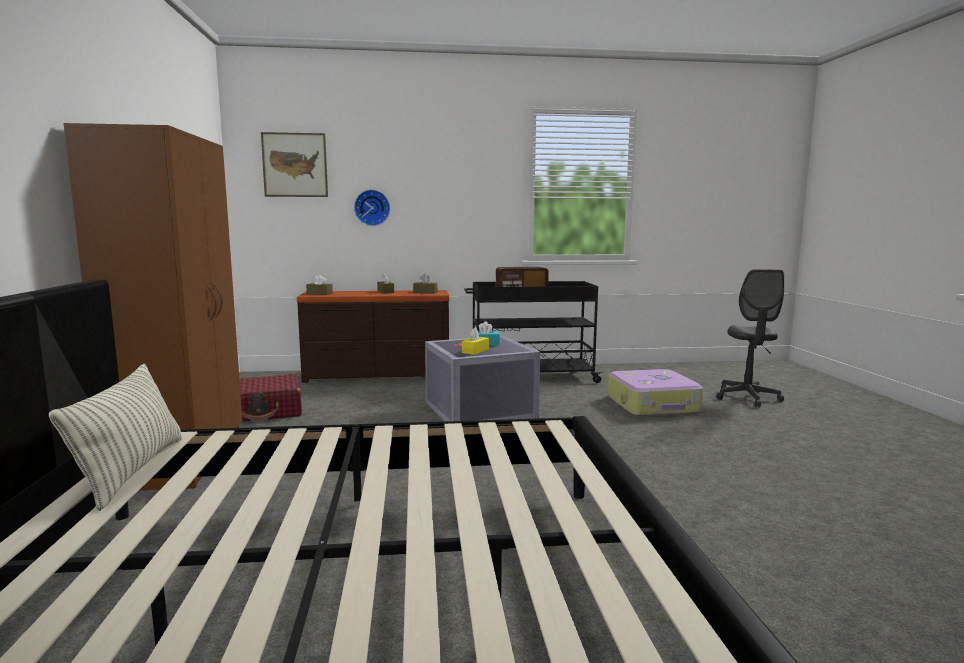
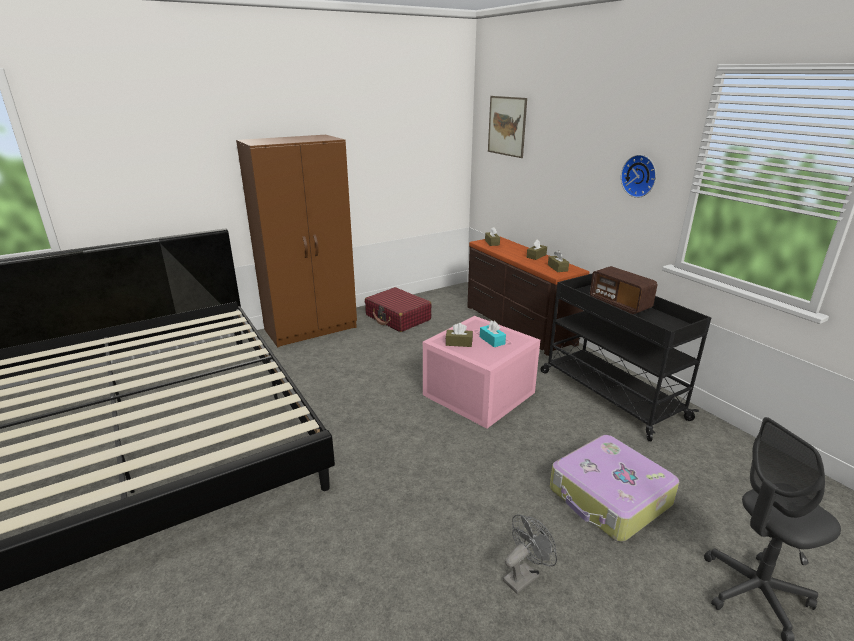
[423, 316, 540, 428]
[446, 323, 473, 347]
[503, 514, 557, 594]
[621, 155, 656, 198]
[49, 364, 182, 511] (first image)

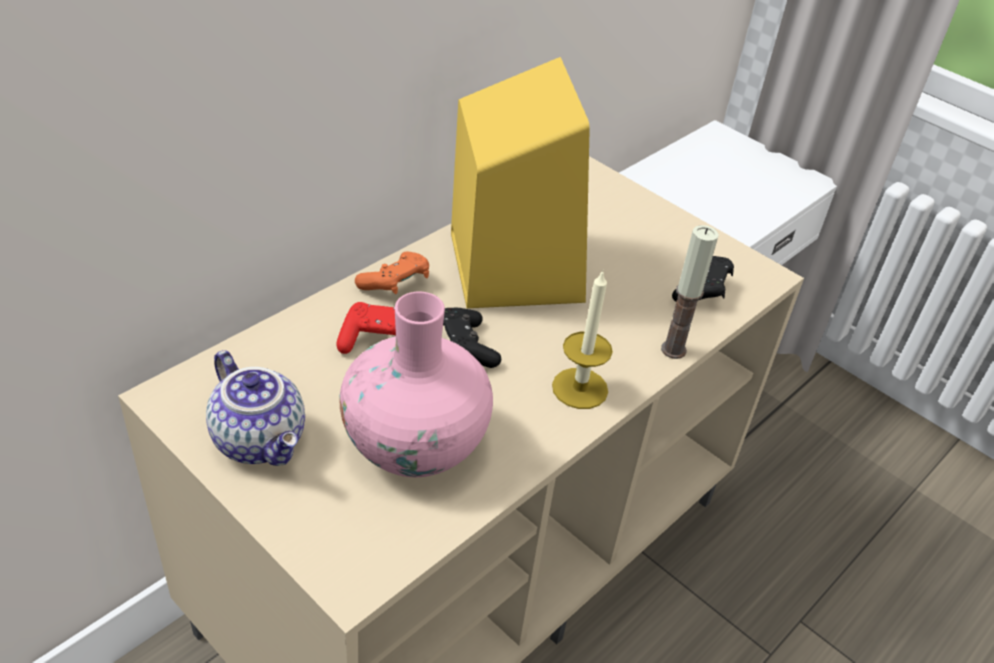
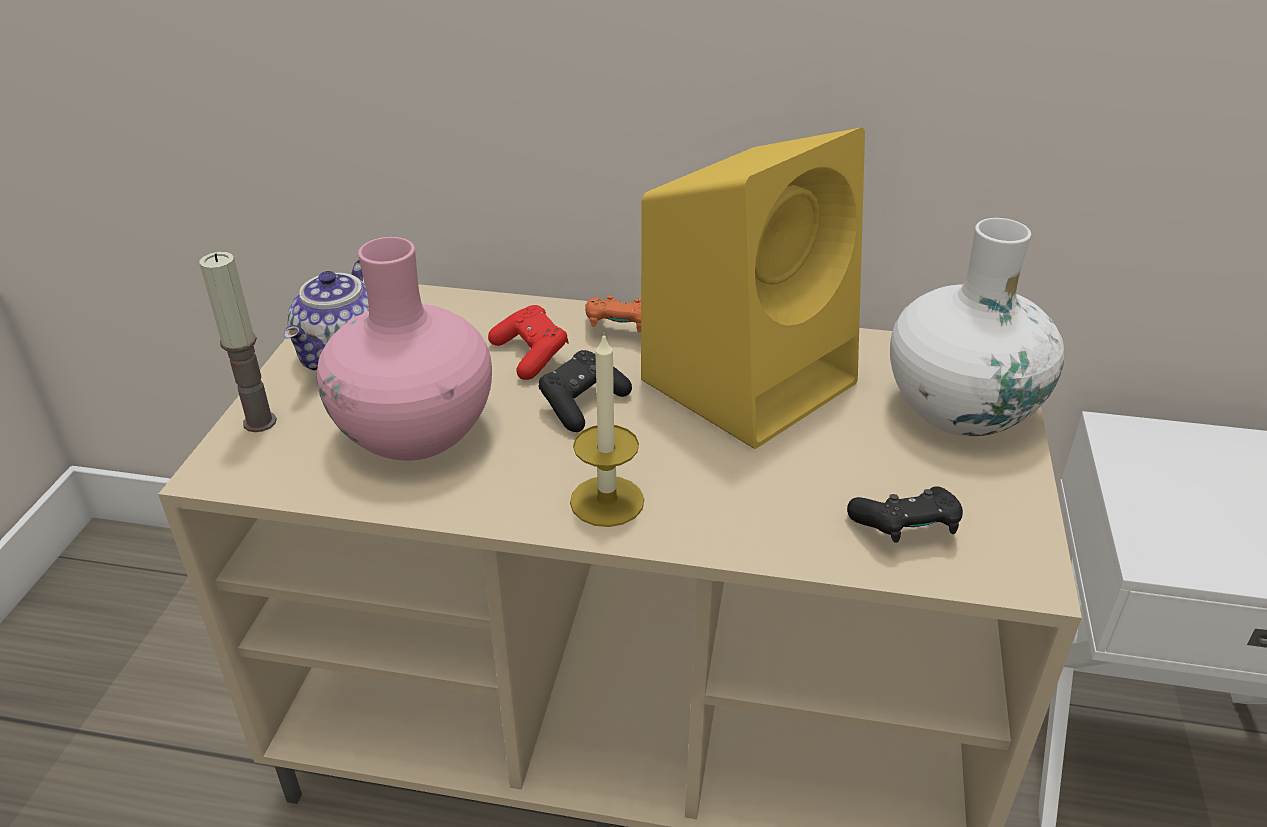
[200, 252, 277, 432]
[890, 218, 1064, 437]

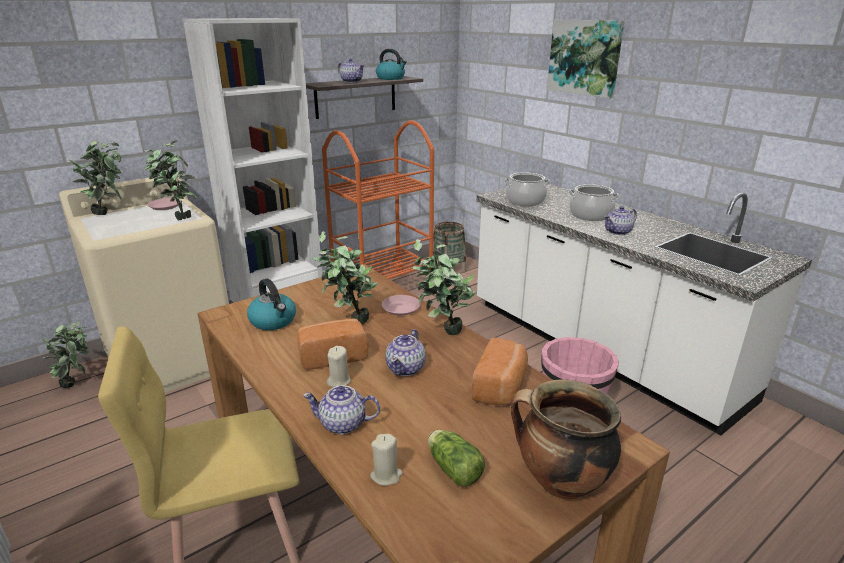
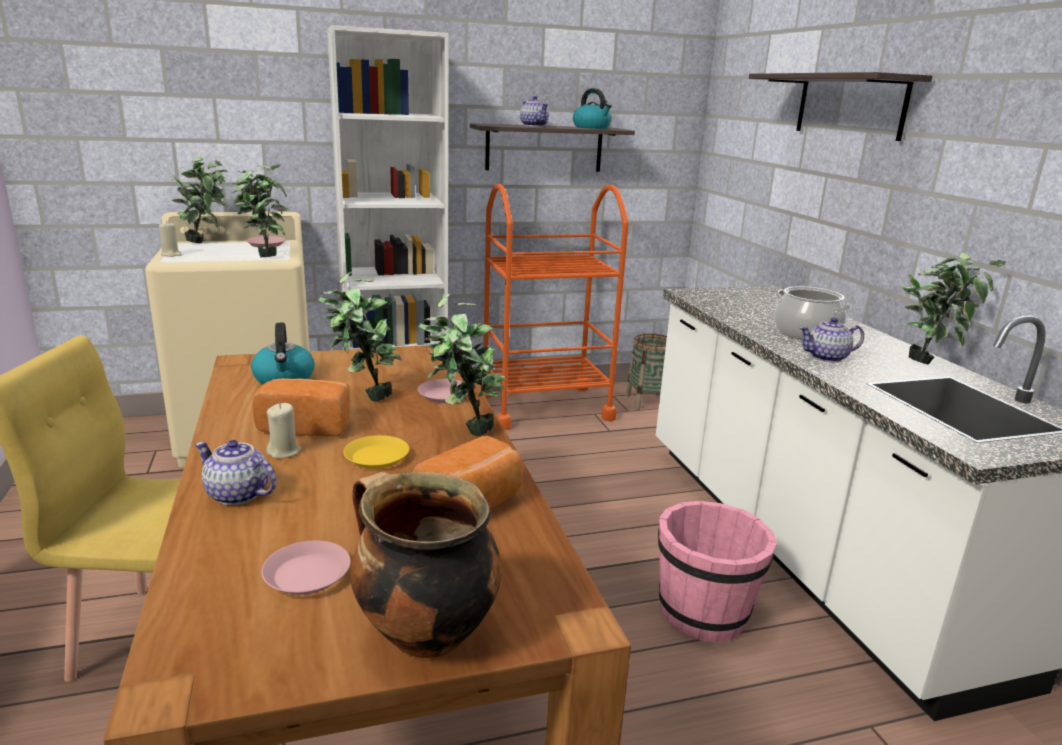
[159, 221, 182, 257]
[261, 541, 351, 595]
[343, 435, 409, 469]
[749, 72, 932, 141]
[902, 253, 1006, 365]
[504, 173, 550, 206] (first image)

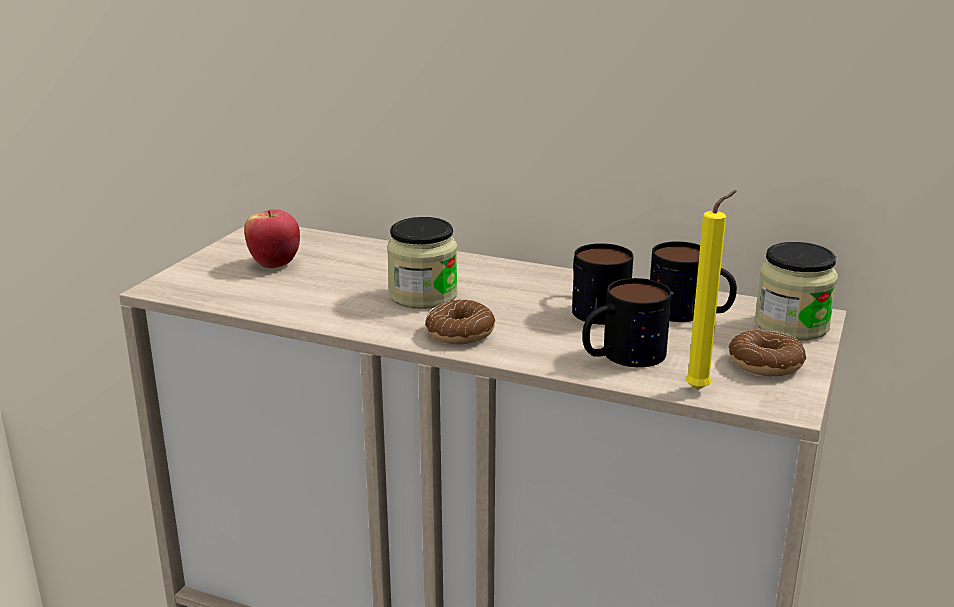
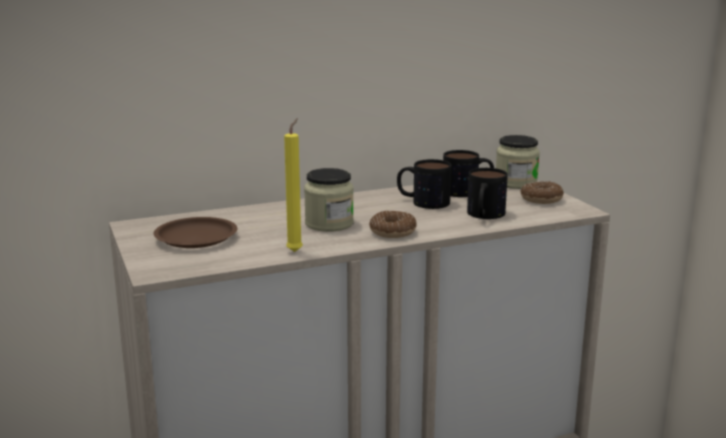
[154, 217, 237, 248]
[284, 118, 303, 252]

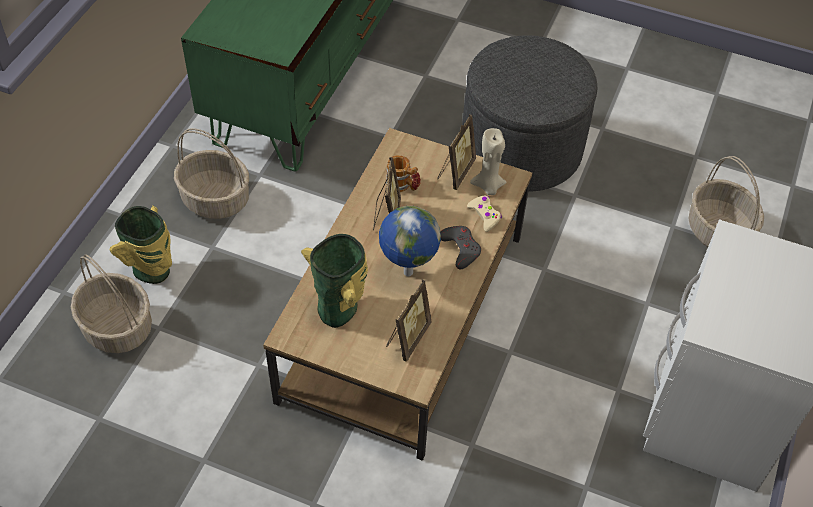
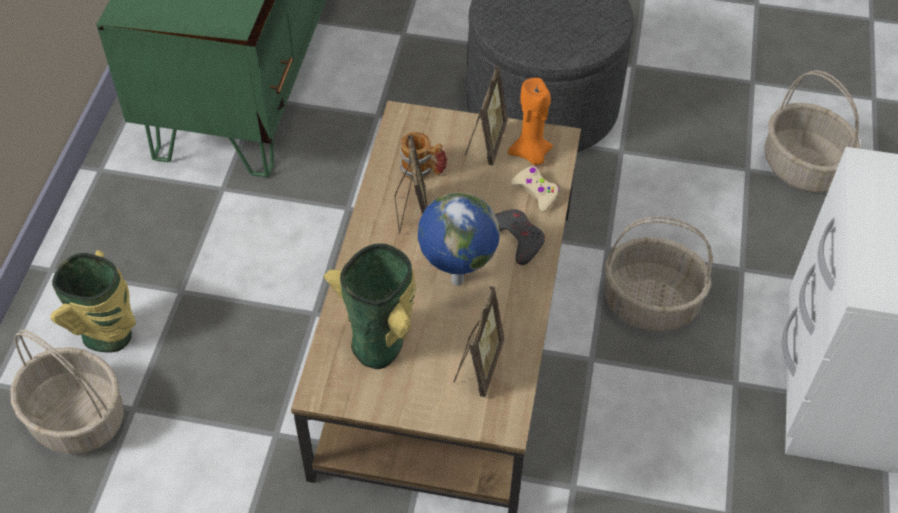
[508, 78, 553, 165]
[605, 216, 713, 331]

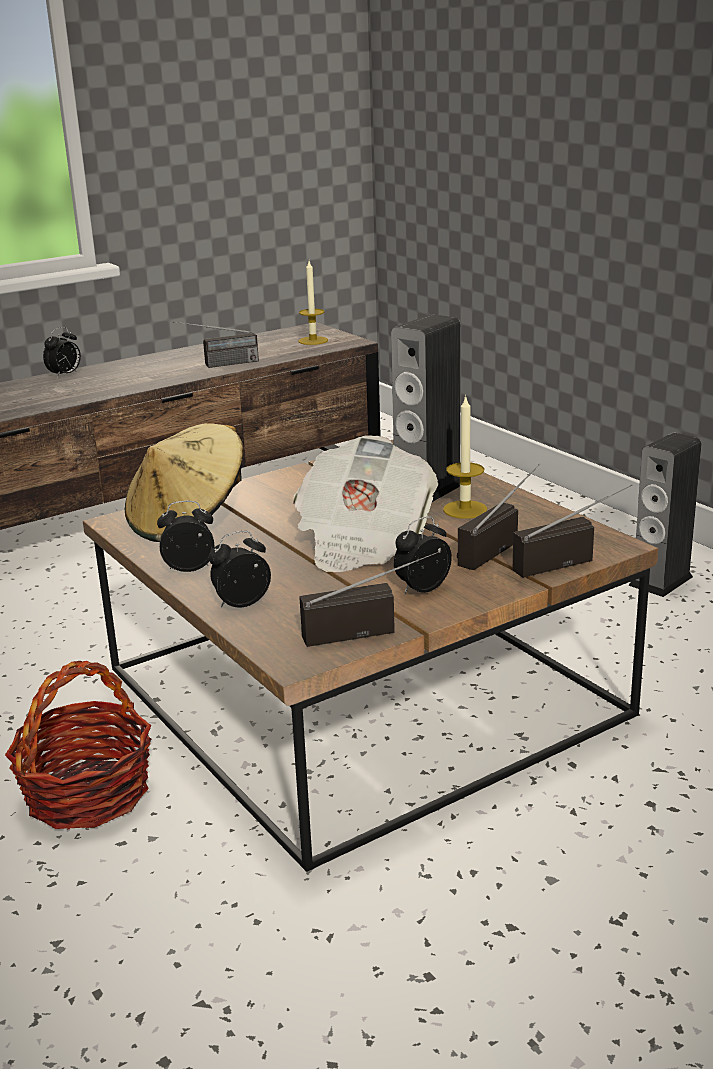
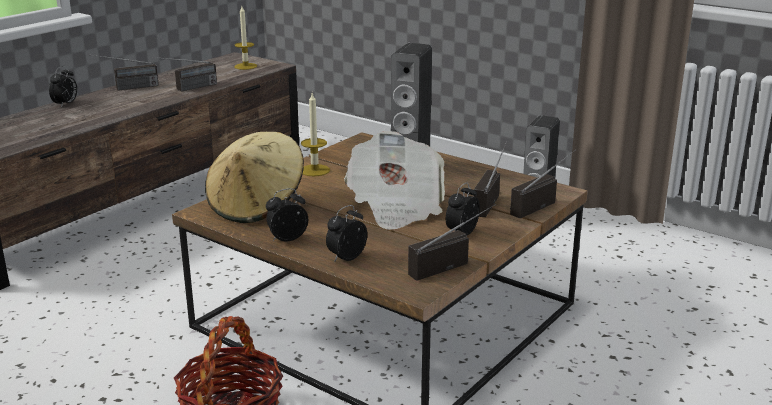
[93, 55, 159, 91]
[301, 93, 330, 176]

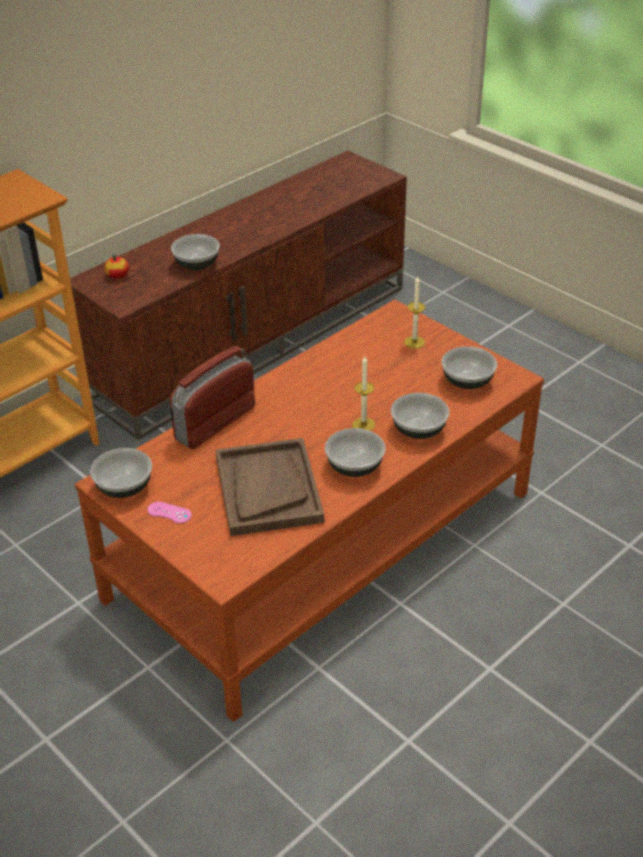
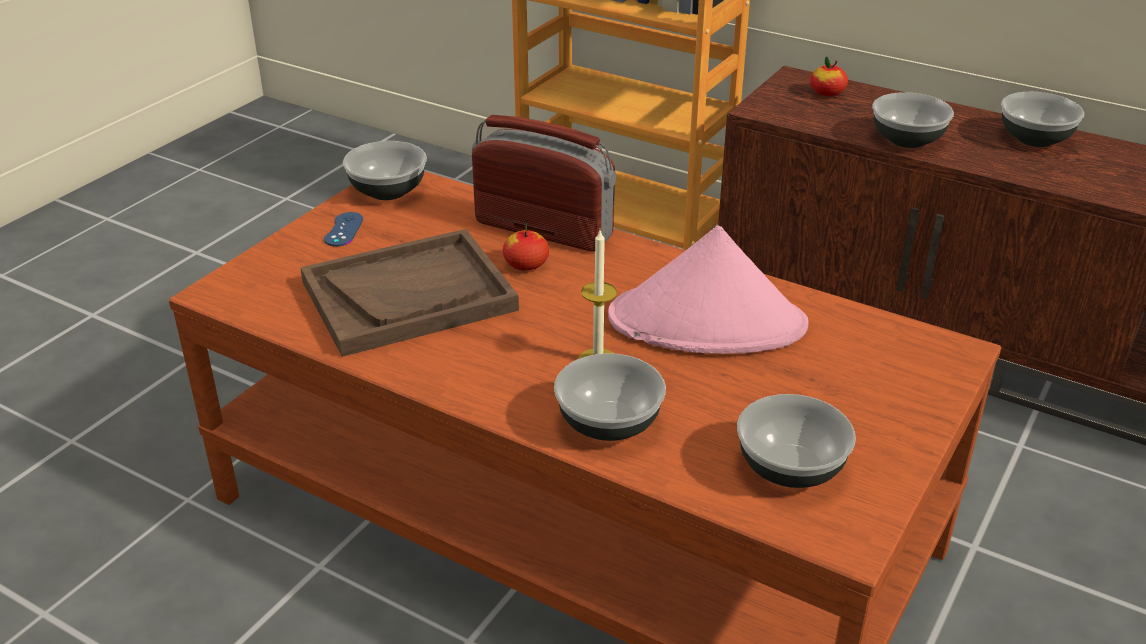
[324, 212, 363, 247]
[503, 219, 549, 270]
[608, 225, 808, 354]
[1001, 92, 1084, 147]
[404, 276, 425, 349] (first image)

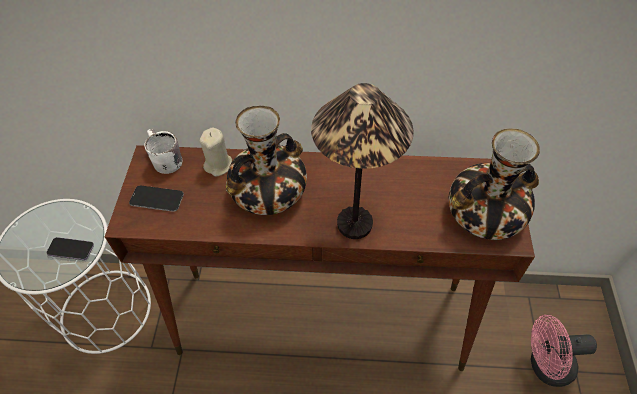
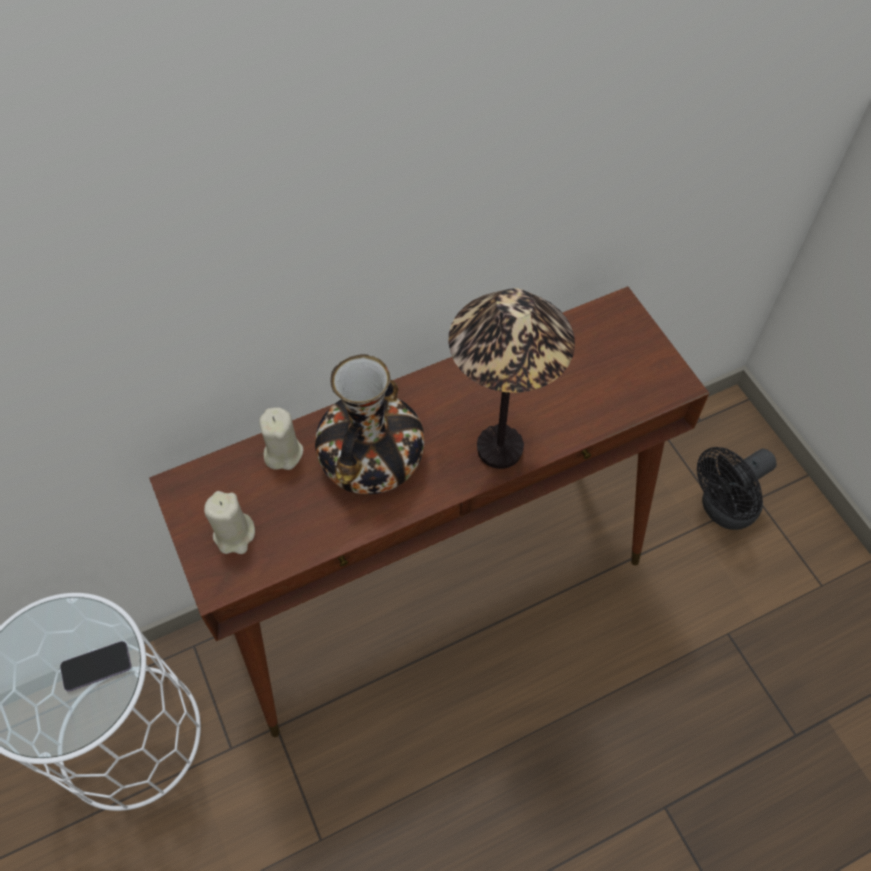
[204, 491, 255, 554]
[697, 447, 777, 530]
[144, 129, 183, 174] (first image)
[449, 128, 540, 240] (first image)

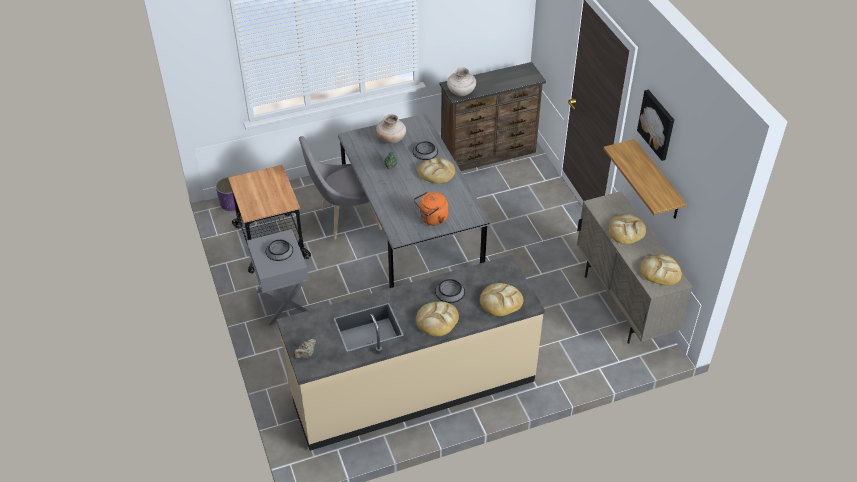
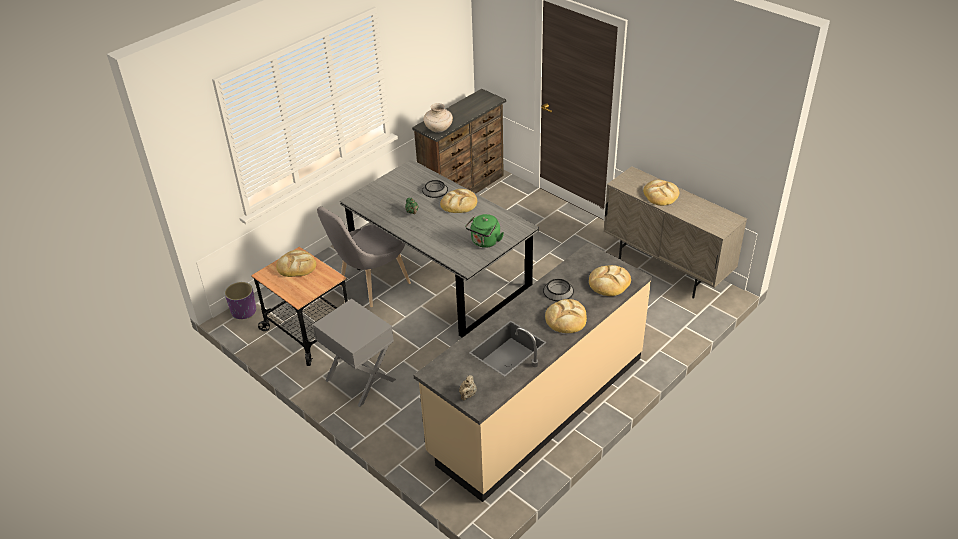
[276, 250, 316, 277]
[465, 214, 504, 248]
[266, 240, 293, 261] (first image)
[376, 114, 406, 144] (first image)
[603, 139, 687, 219] (first image)
[637, 90, 674, 161] (first image)

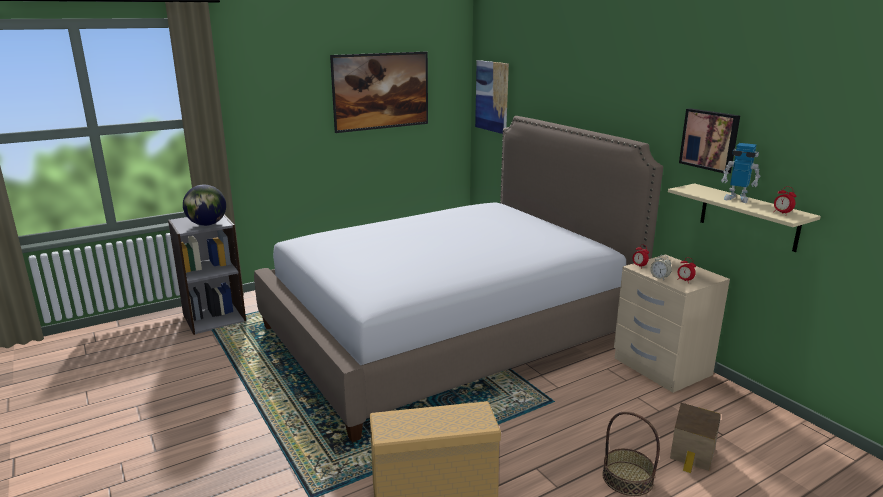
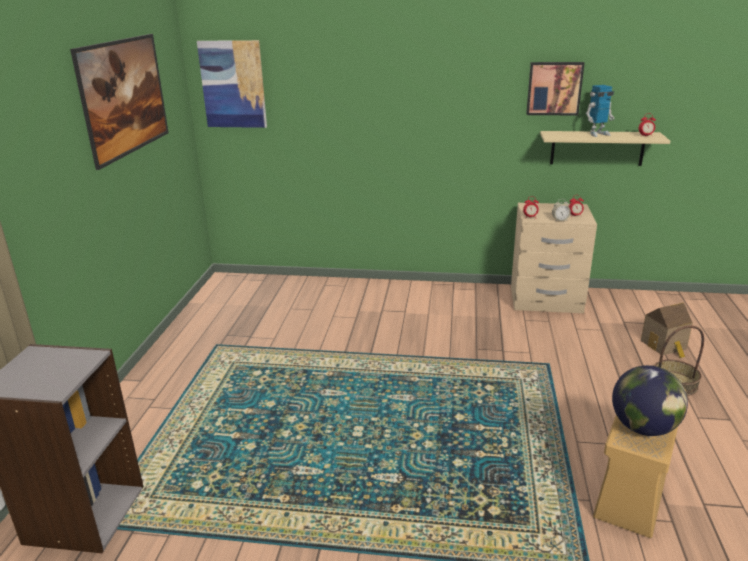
[612, 365, 688, 436]
[254, 116, 663, 442] (first image)

